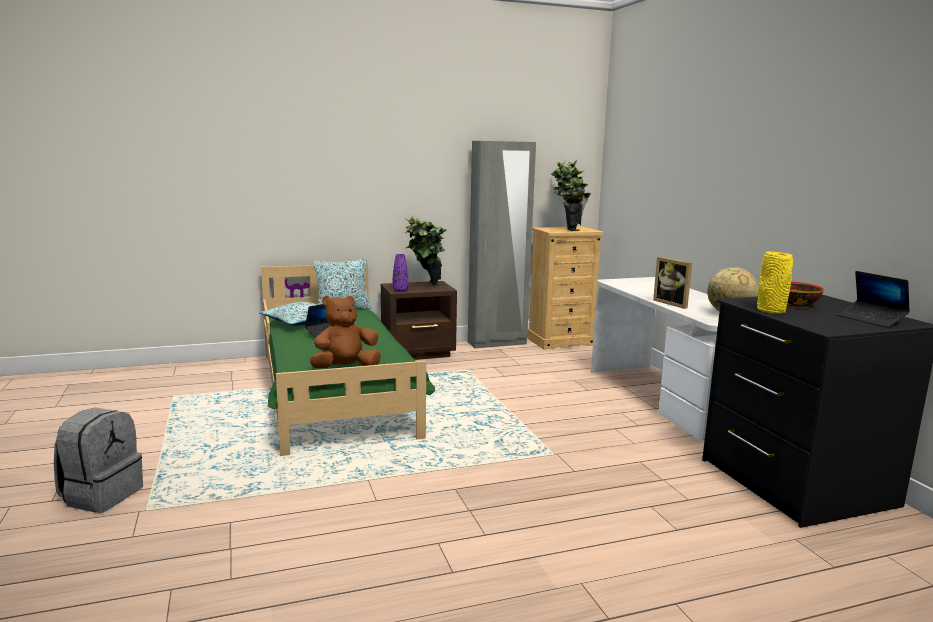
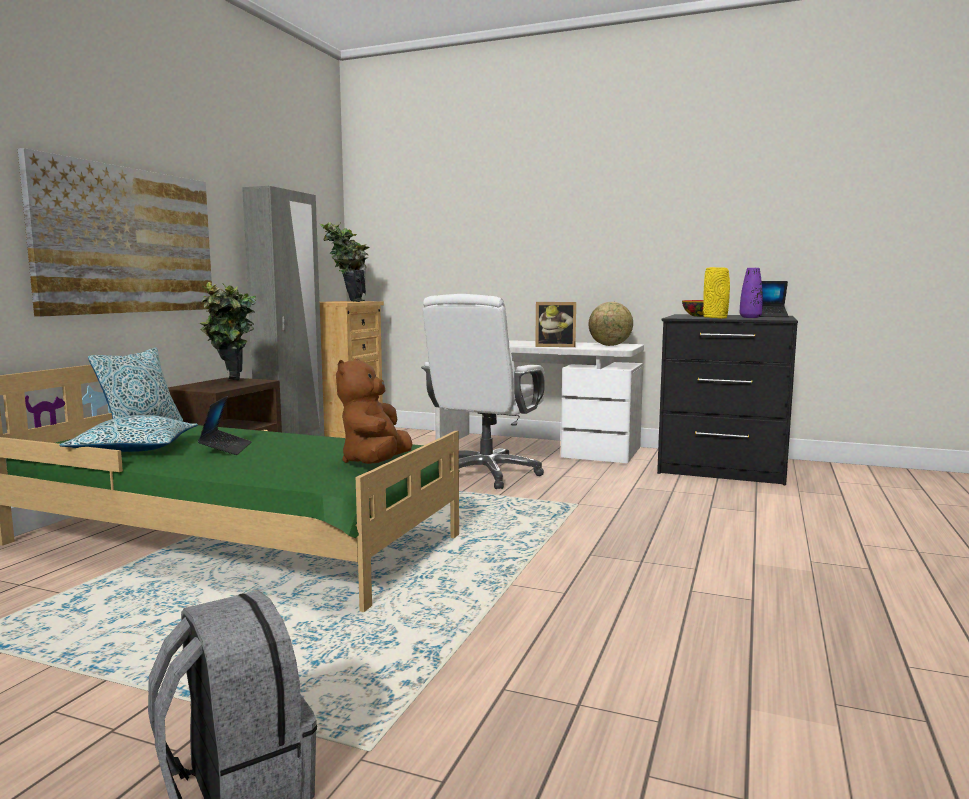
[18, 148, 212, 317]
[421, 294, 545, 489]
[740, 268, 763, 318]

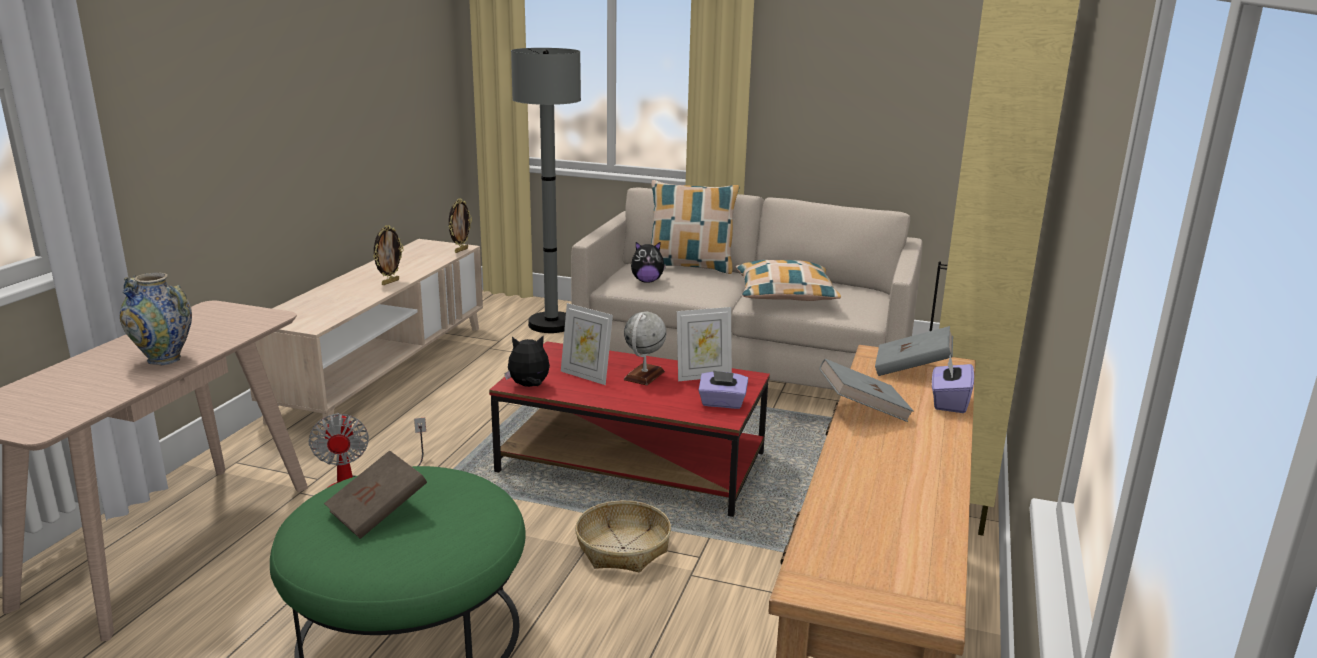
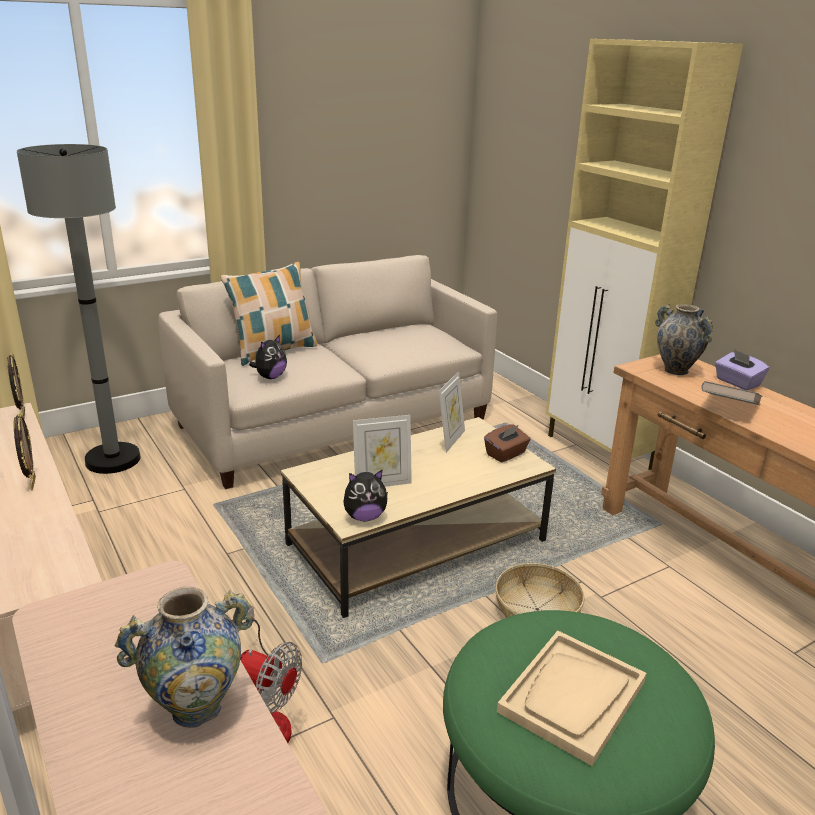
[281, 417, 556, 618]
[343, 470, 388, 521]
[484, 425, 531, 463]
[497, 631, 647, 766]
[655, 304, 713, 375]
[624, 312, 666, 385] (first image)
[736, 260, 841, 301] (first image)

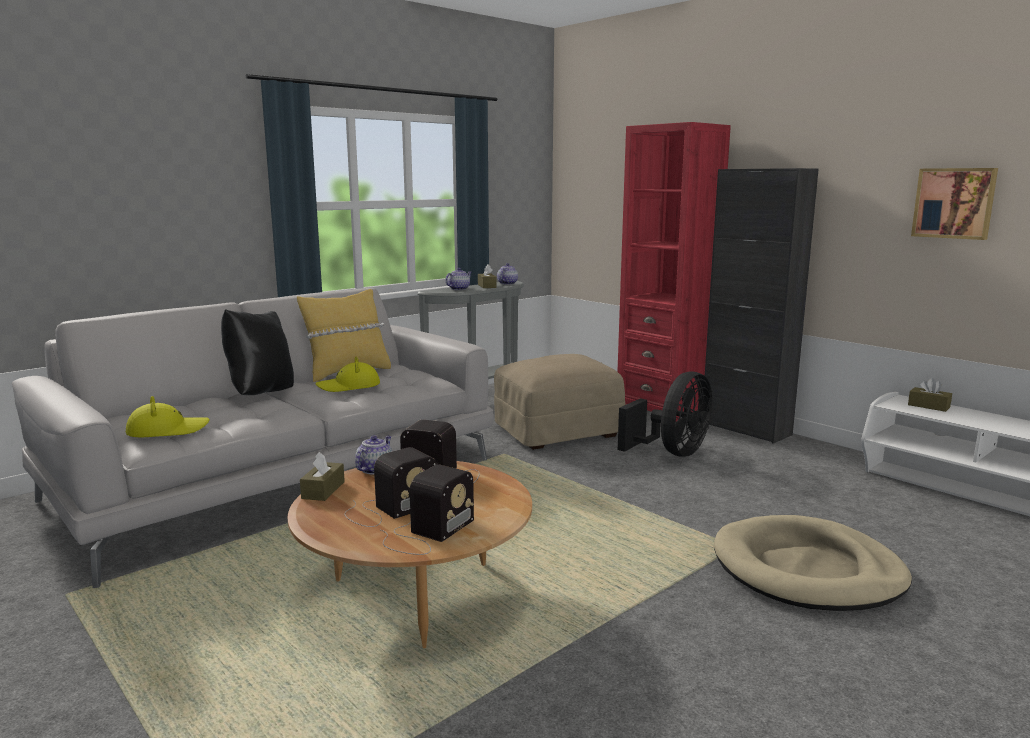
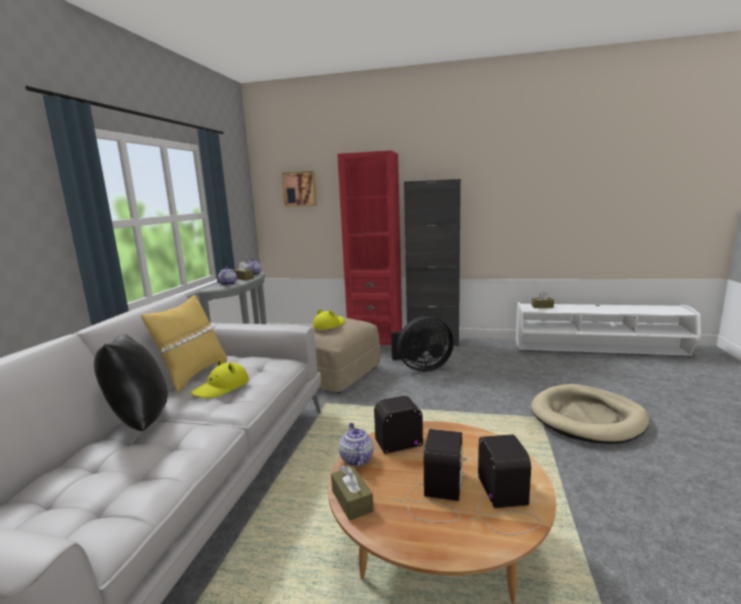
[282, 171, 317, 207]
[313, 309, 345, 330]
[391, 316, 454, 372]

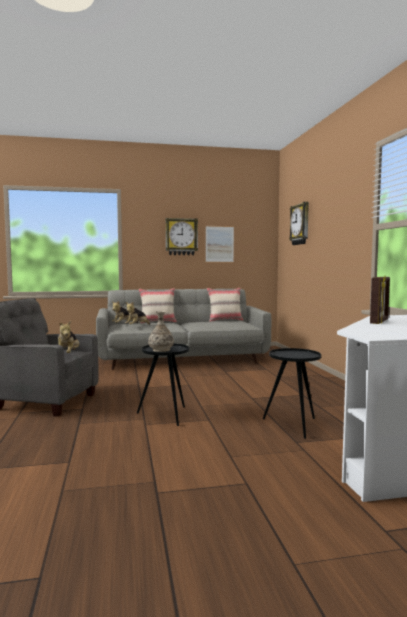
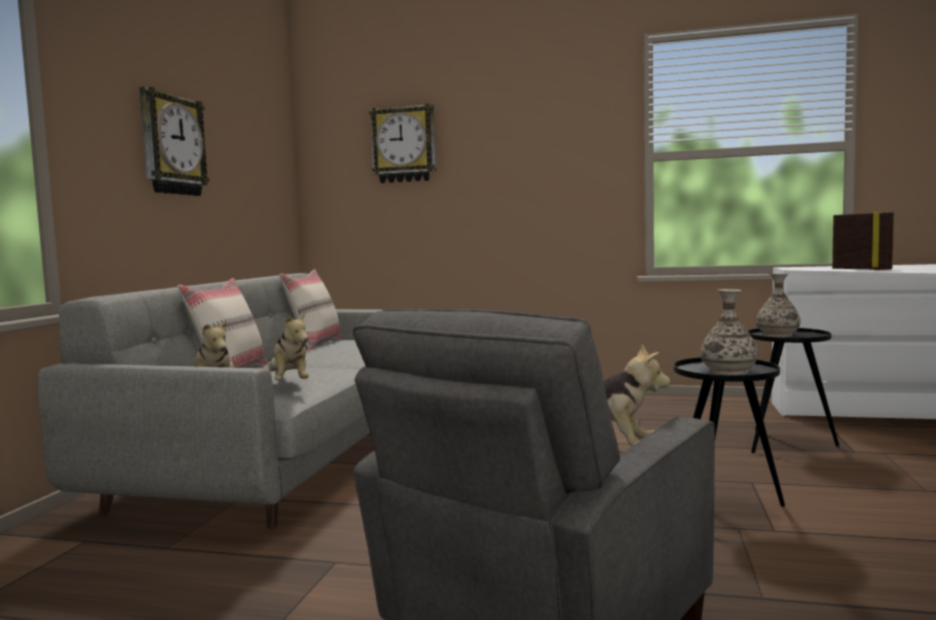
[756, 273, 800, 337]
[206, 226, 234, 262] (first image)

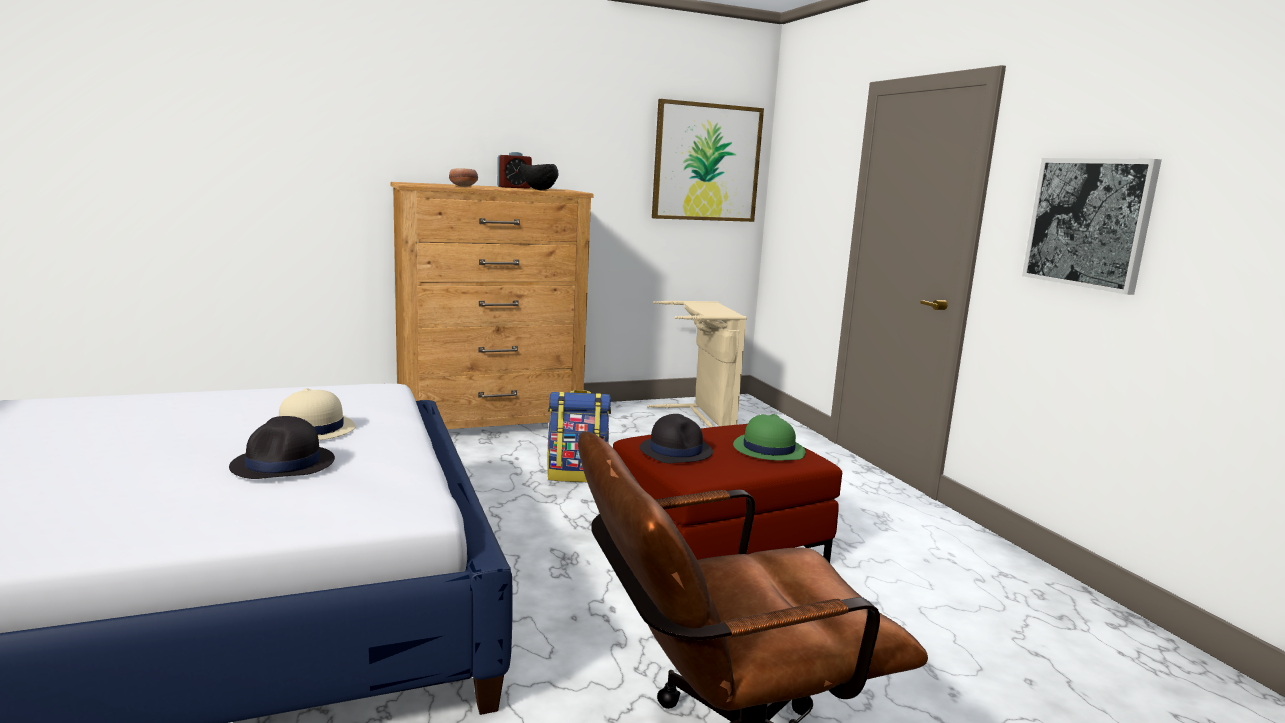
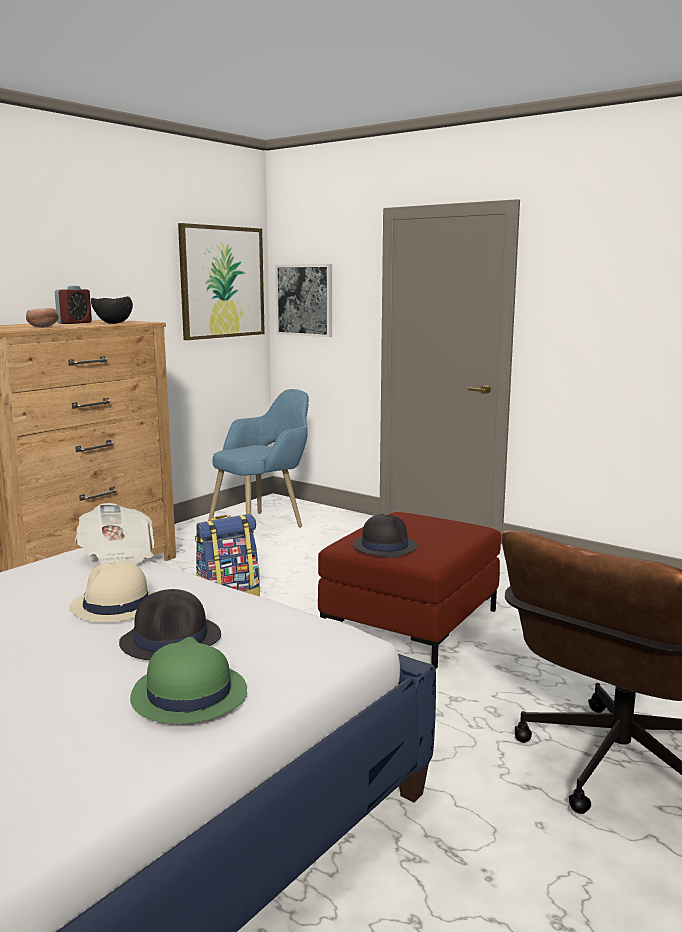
[75, 503, 154, 564]
[130, 637, 247, 724]
[208, 389, 309, 528]
[275, 264, 332, 337]

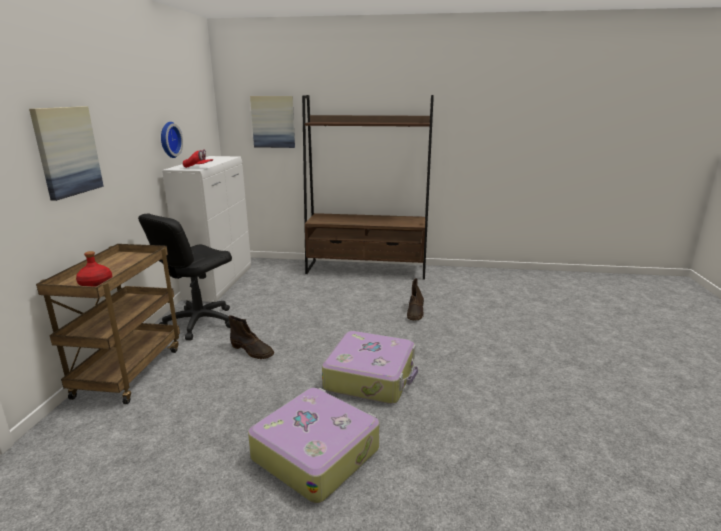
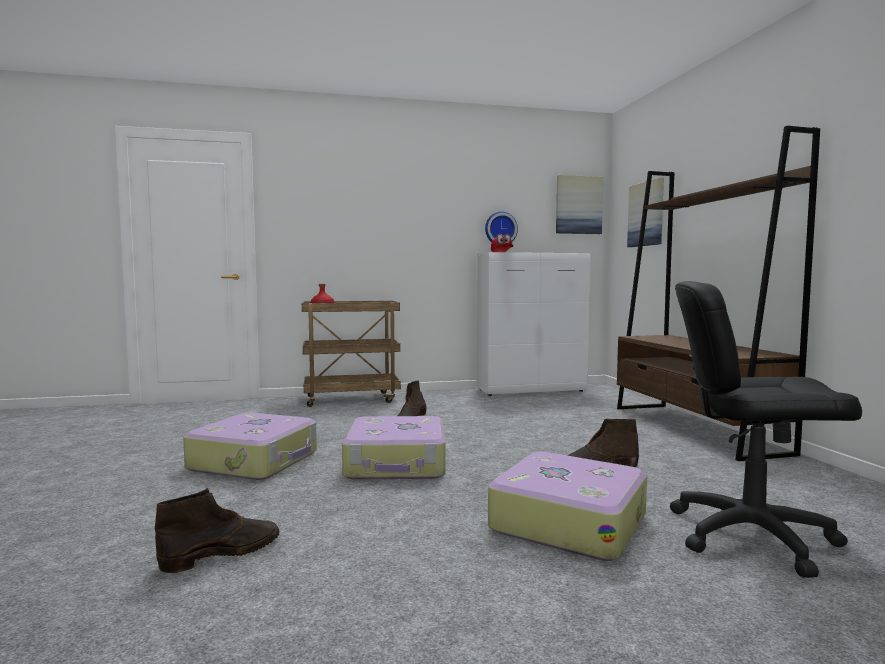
[155, 488, 279, 573]
[488, 452, 647, 561]
[556, 175, 603, 234]
[670, 281, 862, 578]

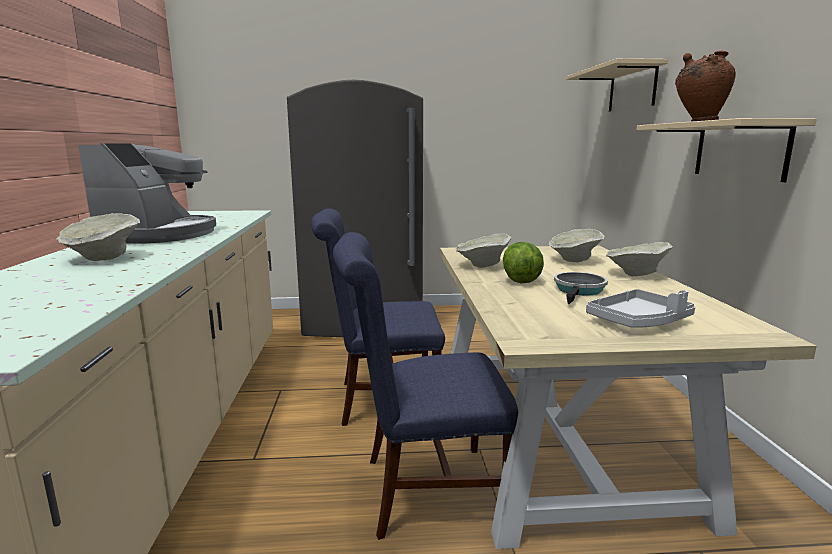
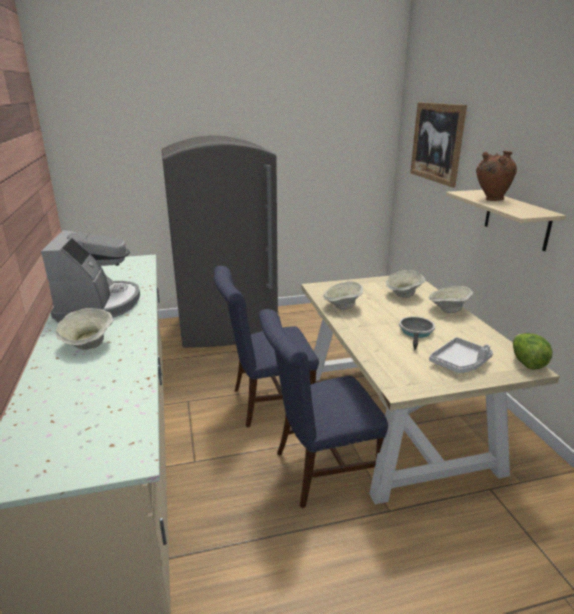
[410, 102, 467, 187]
[513, 333, 552, 370]

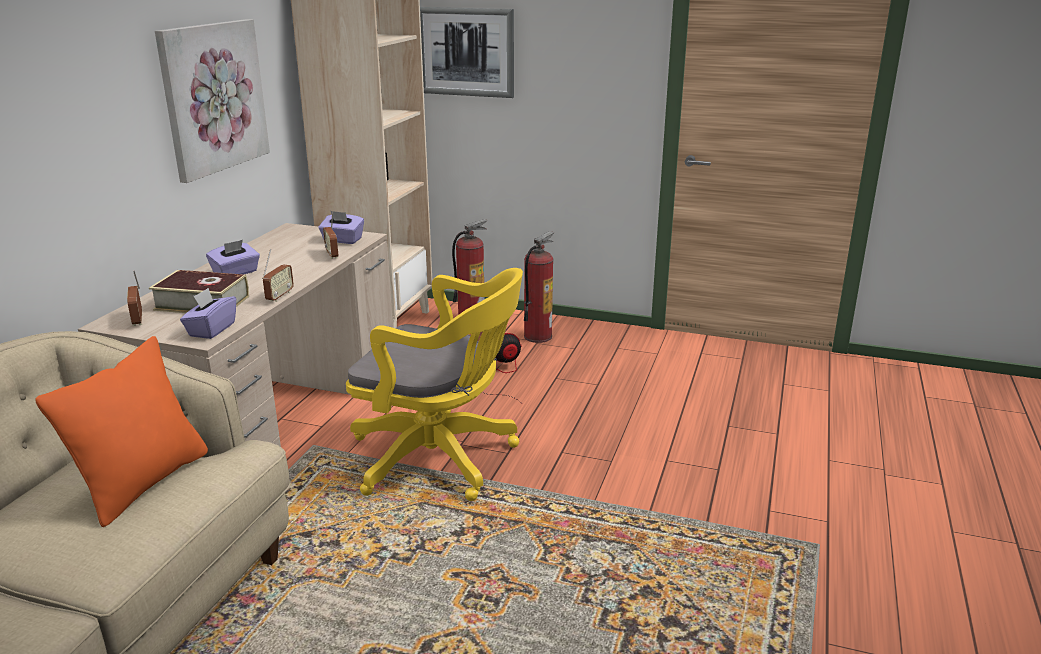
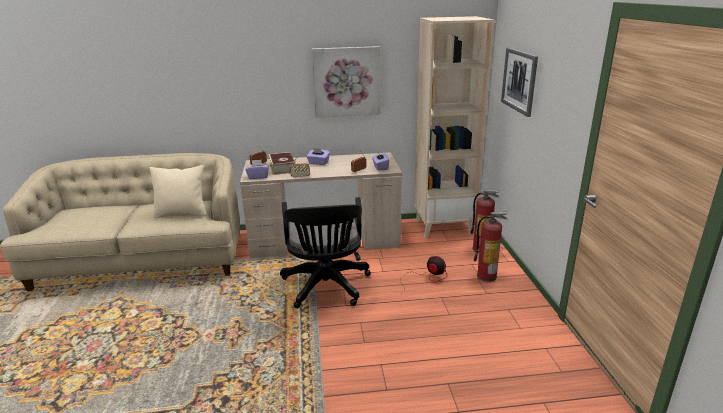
[149, 165, 207, 218]
[280, 197, 371, 308]

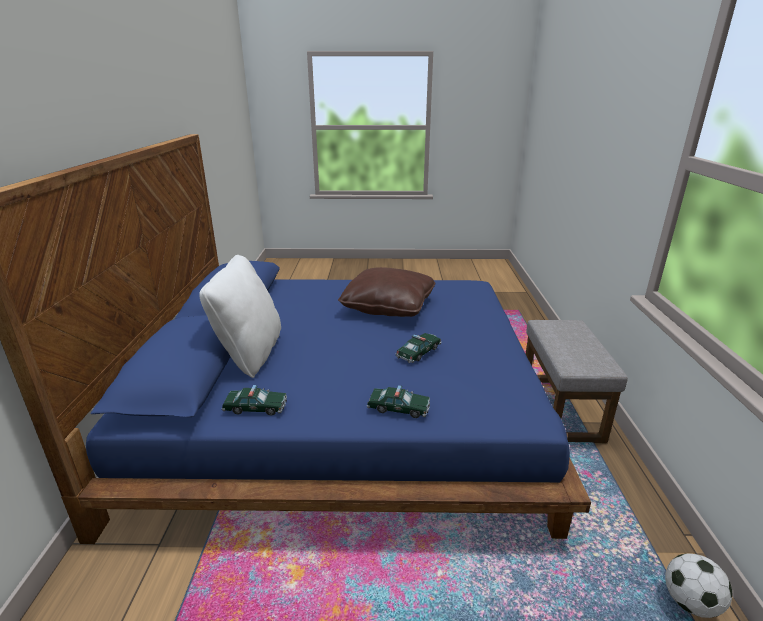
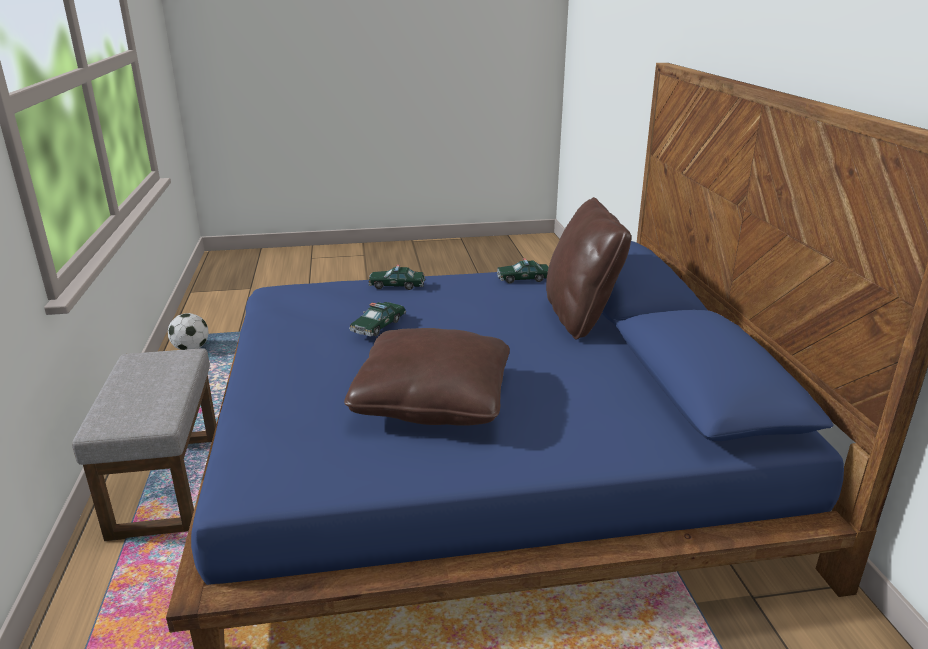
[546, 197, 631, 340]

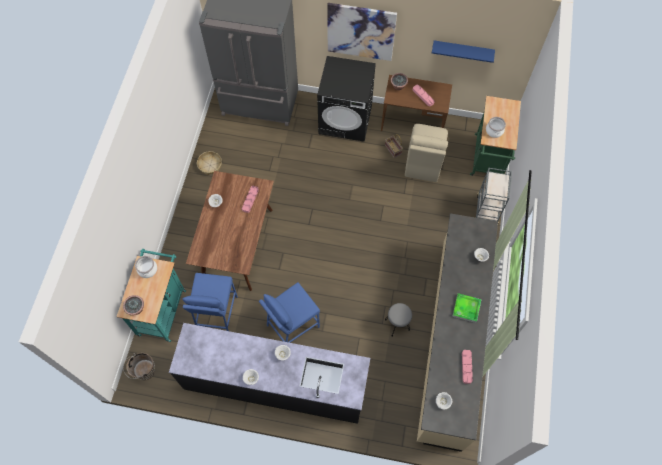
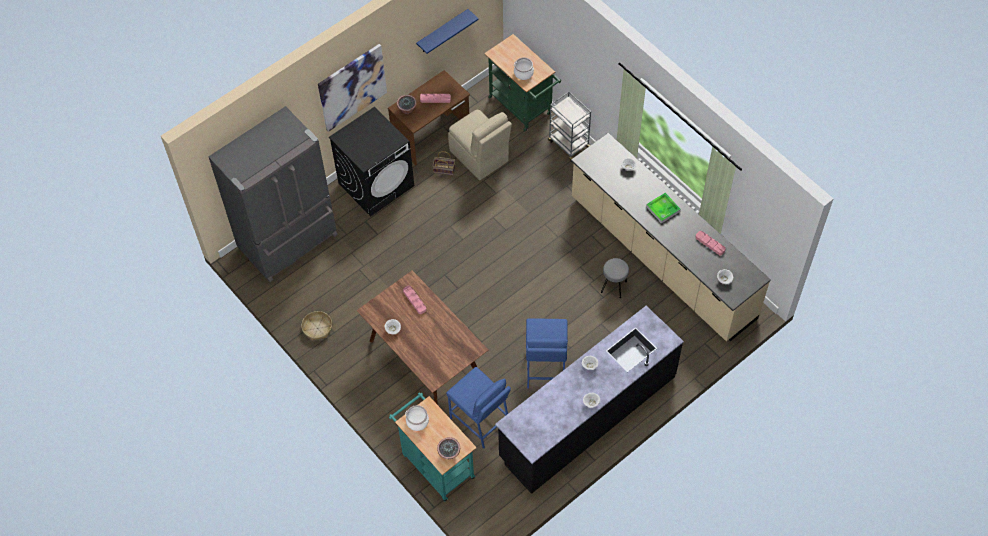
[123, 353, 155, 380] (first image)

